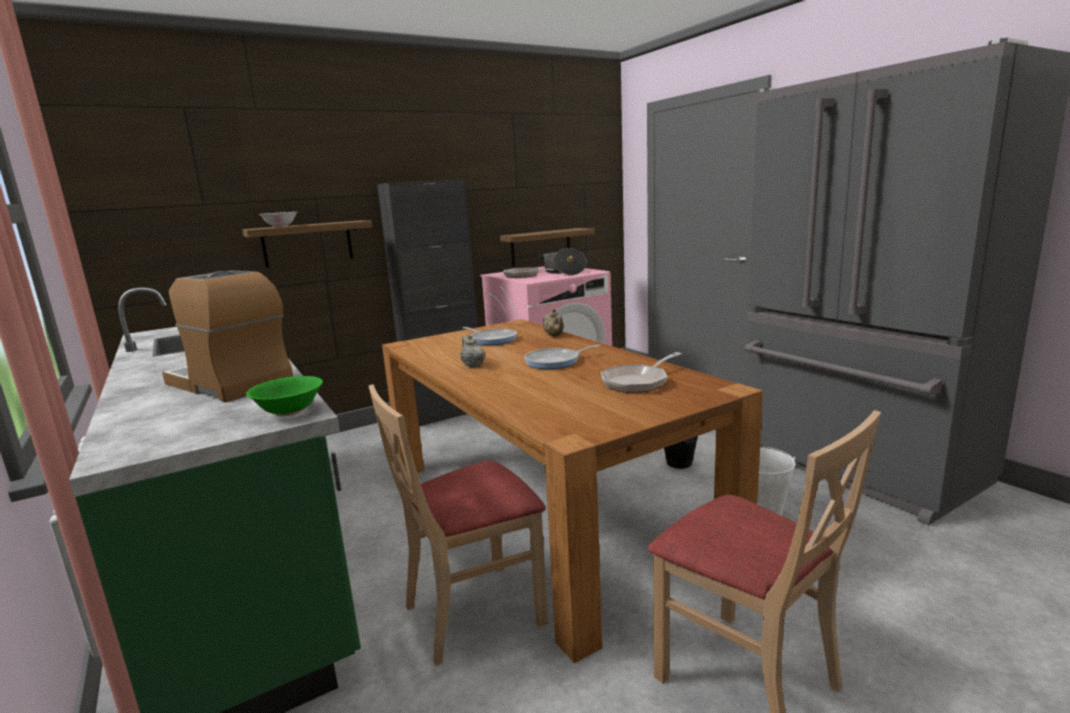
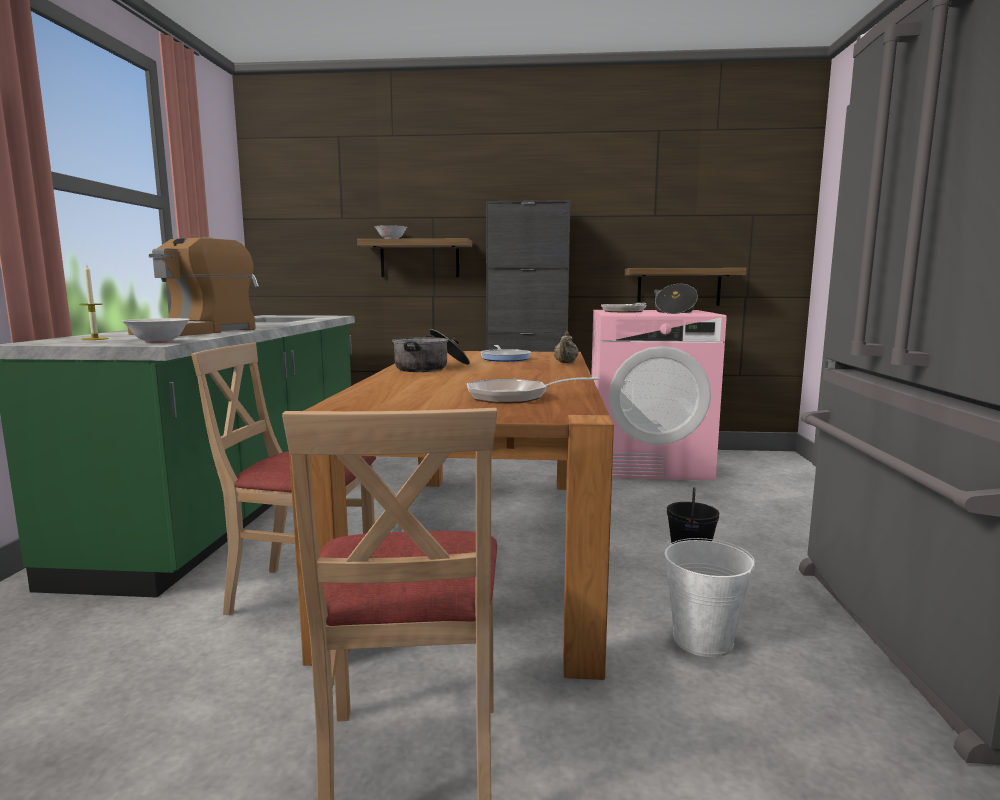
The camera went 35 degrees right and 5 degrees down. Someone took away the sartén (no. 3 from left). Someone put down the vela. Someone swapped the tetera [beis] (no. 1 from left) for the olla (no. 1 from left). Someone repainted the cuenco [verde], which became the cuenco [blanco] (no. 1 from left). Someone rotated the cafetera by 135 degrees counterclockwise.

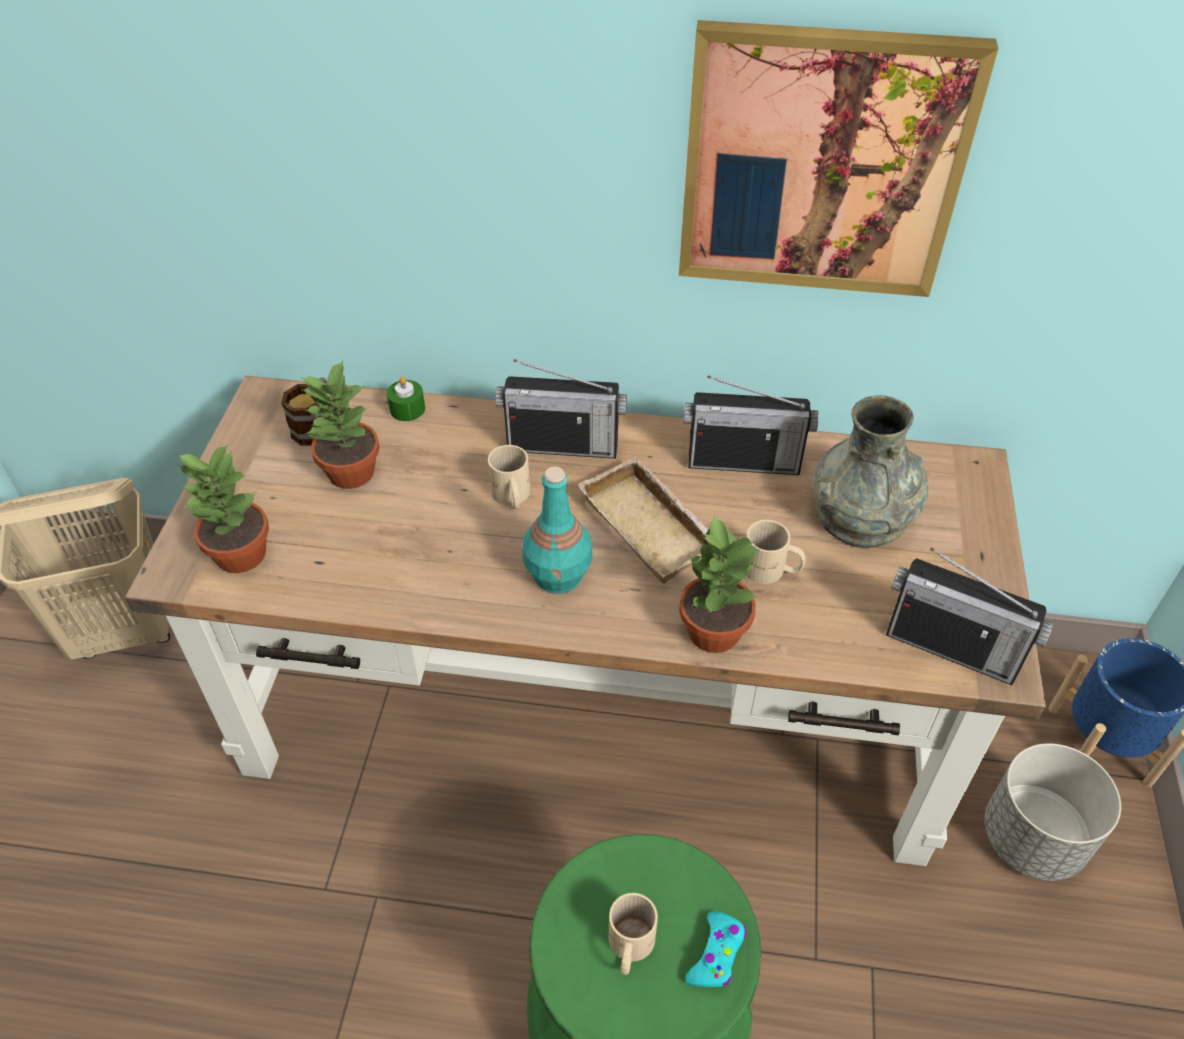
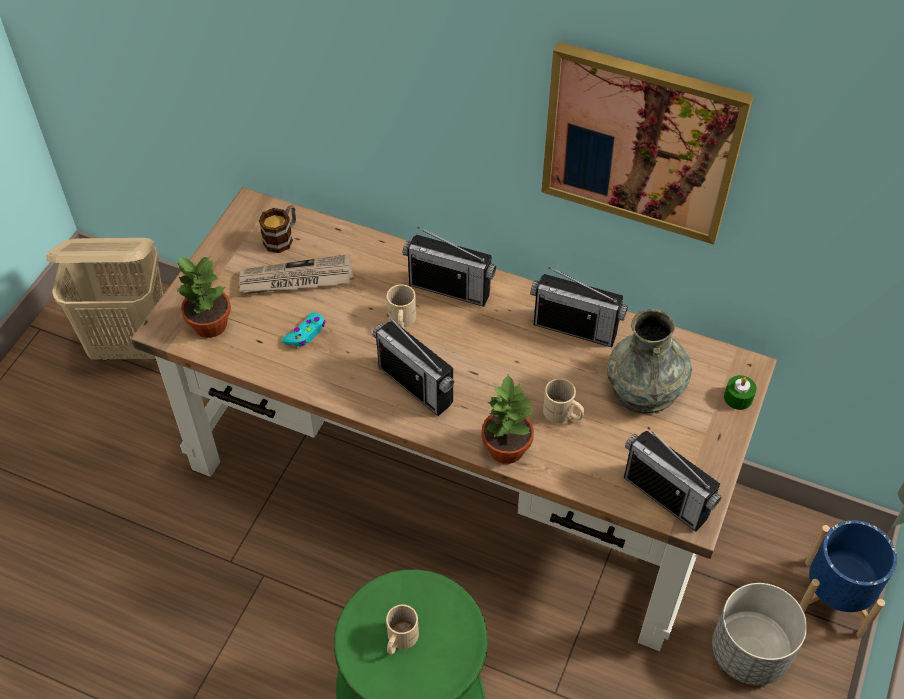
The camera went 15 degrees right and 5 degrees up. Someone took away the bandeja [beis]. Someone carried the vela [verde]. Someone carried the mando de consola [turquesa]. Someone swapped the planta en maceta (no. 2 from left) for the periódico. Someone swapped the botella [turquesa] for the radio (no. 1 from left).

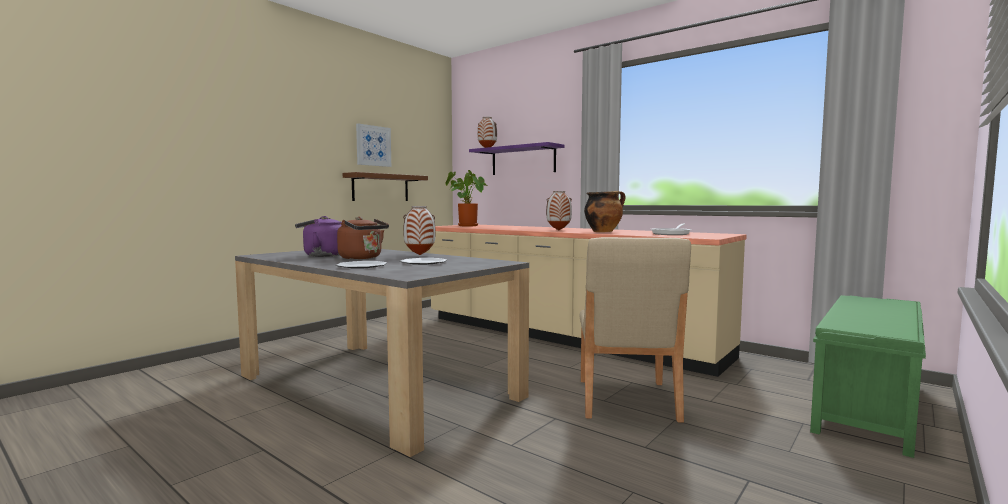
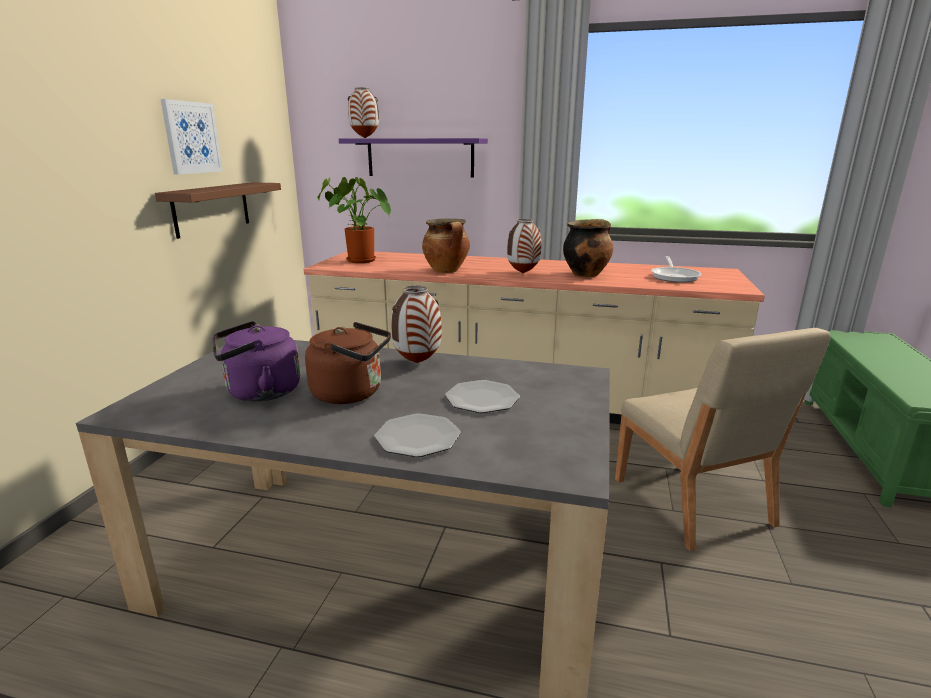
The camera went 25 degrees left and 15 degrees up. Someone put down the olla (no. 1 from left).

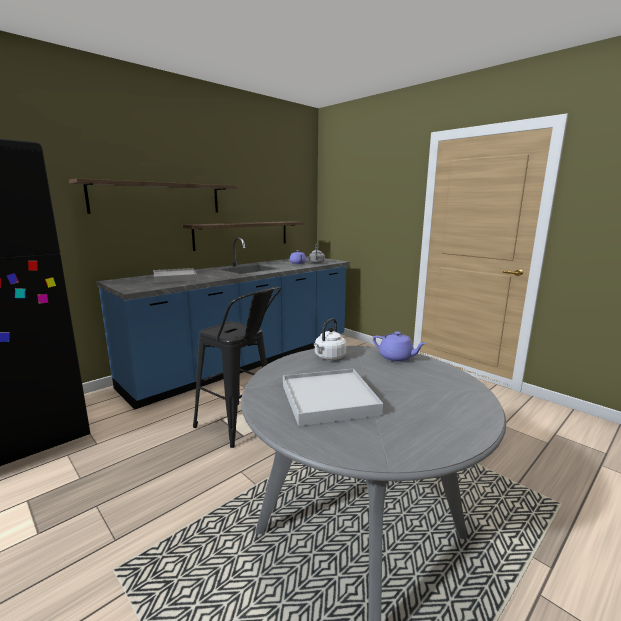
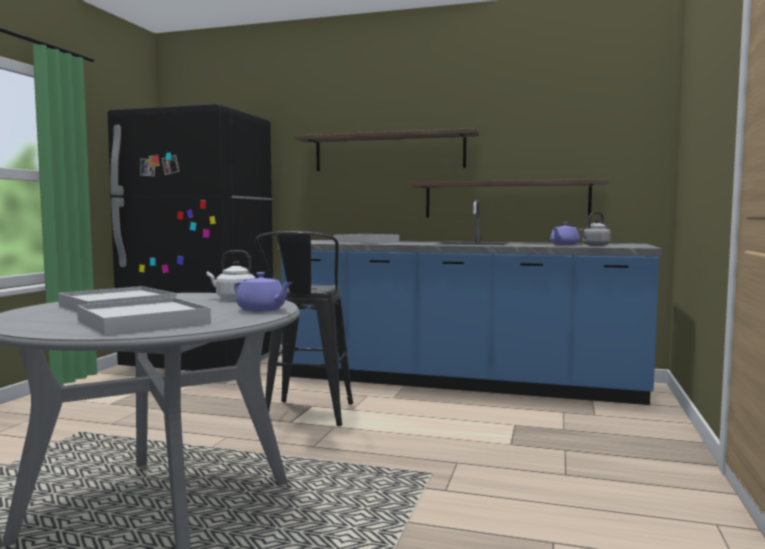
The camera went 60 degrees right and 10 degrees down. Someone put down the bandeja [blanco] (no. 2 from left). Someone rotated the tetera [morado] (no. 2 from left in the first image) by 60 degrees counterclockwise.

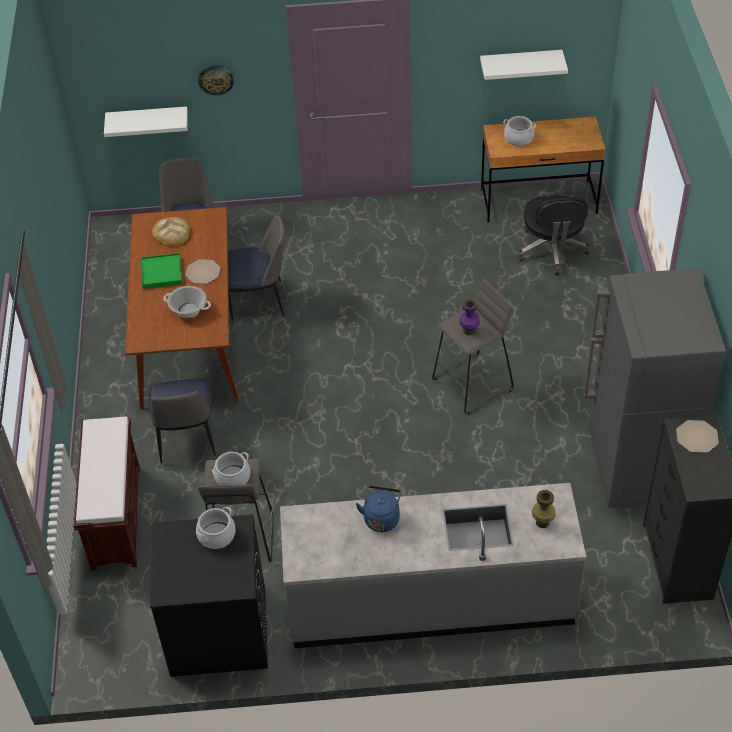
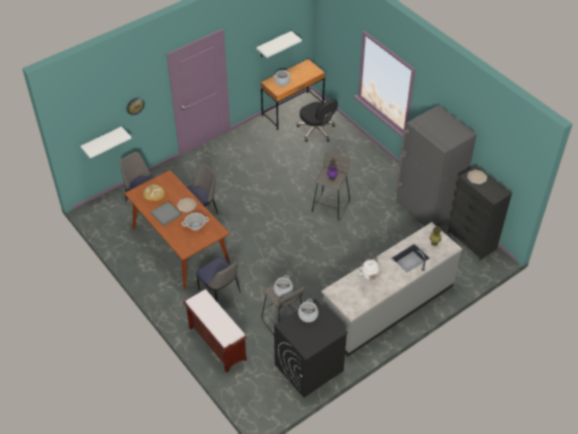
The camera went 35 degrees left and 0 degrees up. Someone repainted the bandeja [verde], which became the bandeja [gris]. Someone repainted the hervidor [azul], which became the hervidor [blanco].

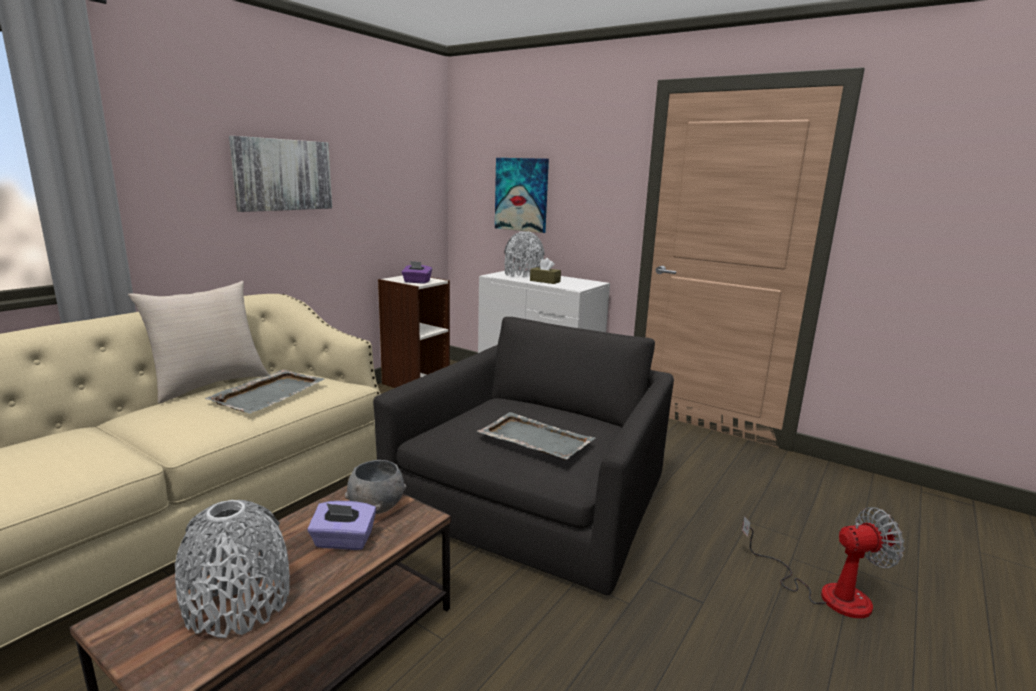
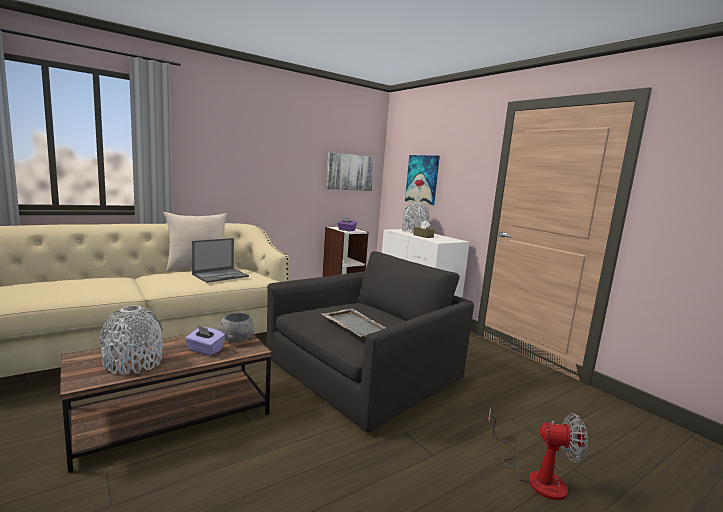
The camera went 20 degrees right and 5 degrees down. Someone carried the cuadro (no. 1 from left). Someone swapped the bandeja [gris] (no. 1 from left) for the portátil.

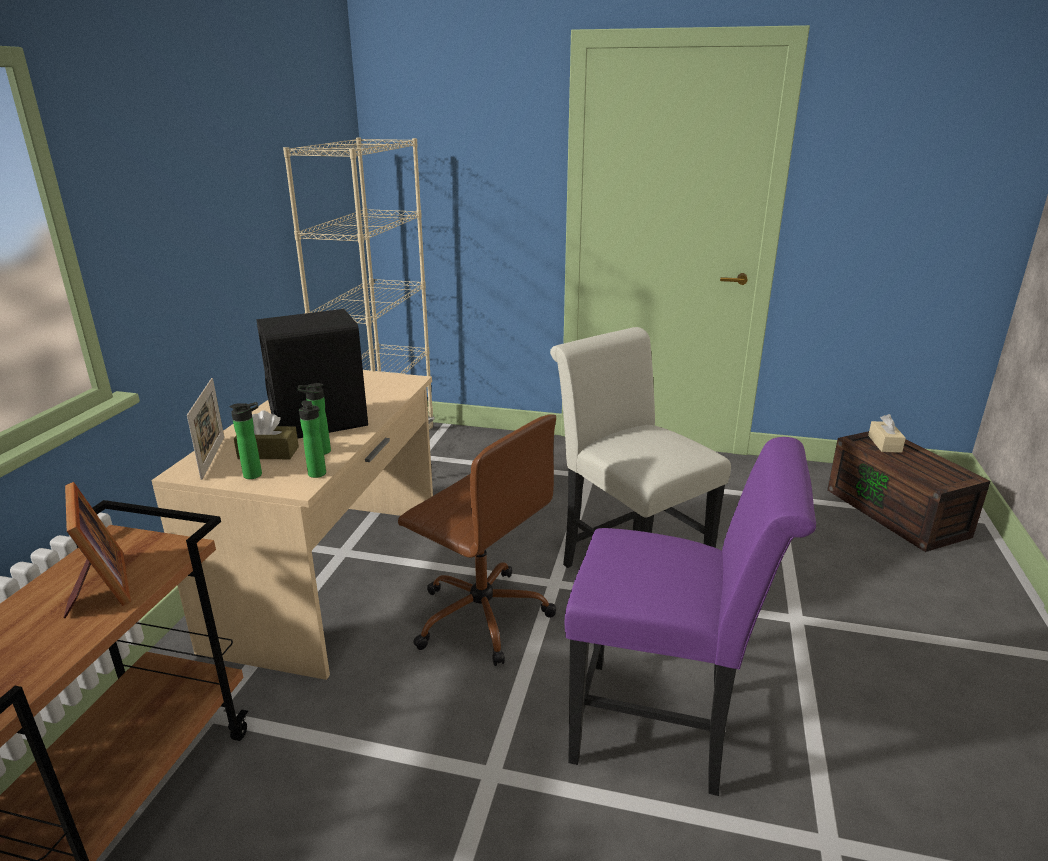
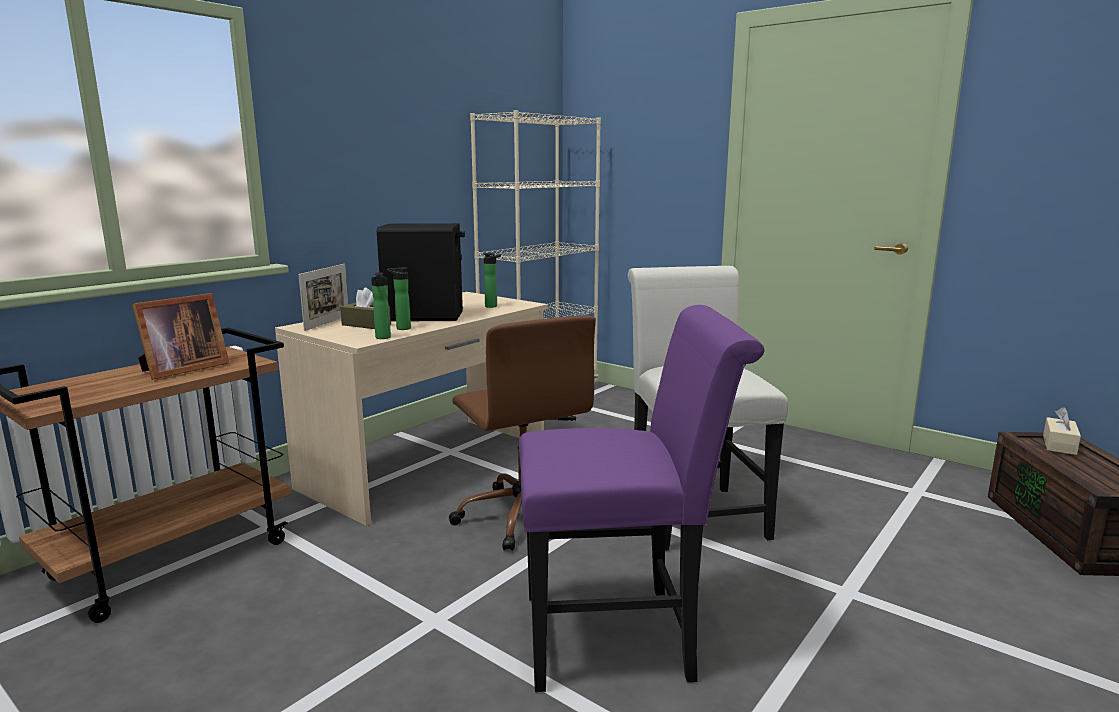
The camera went 25 degrees right and 10 degrees down. Someone carried the botella (no. 1 from left in the first image). Someone rotated the portarretratos (no. 1 from left) by 45 degrees clockwise. Someone rotated the silla [morado] by 45 degrees counterclockwise.

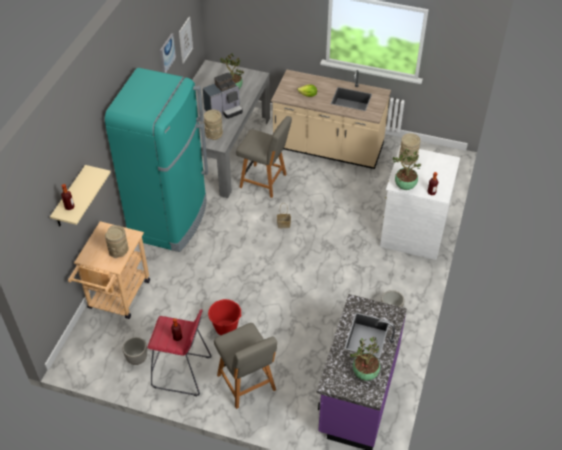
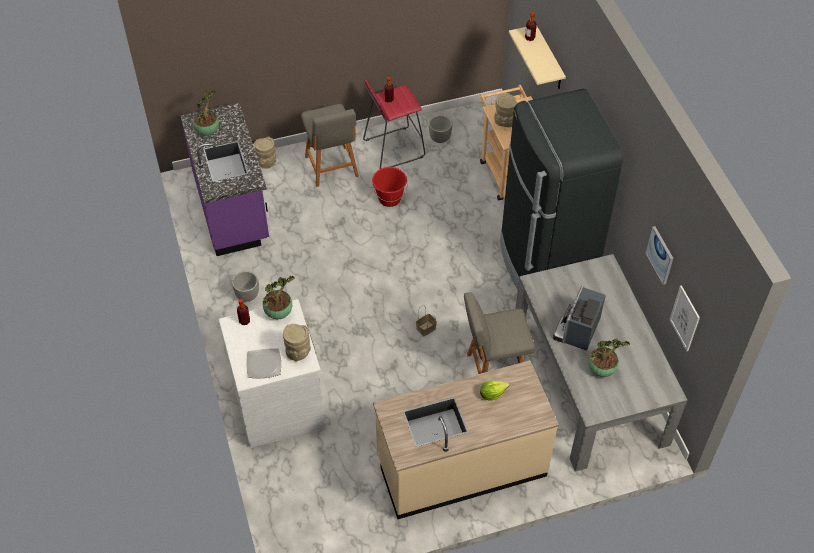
The camera went 145 degrees right and 5 degrees up. Someone put down the plato. Someone carried the florero [beis] (no. 2 from left in the first image). Someone repainted the nevera [turquesa], which became the nevera [negro]. Someone rotated the silla [gris] (no. 1 from left) by 135 degrees counterclockwise.

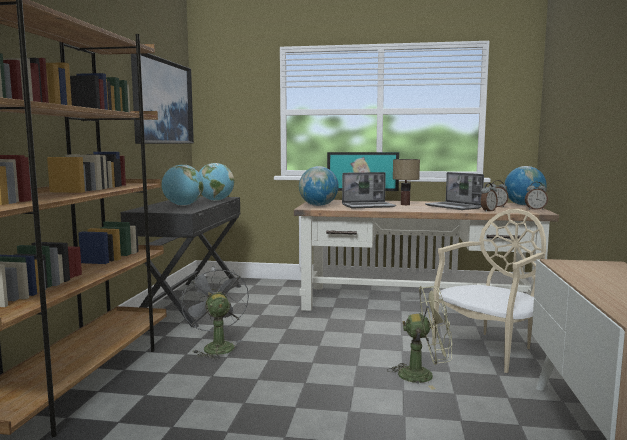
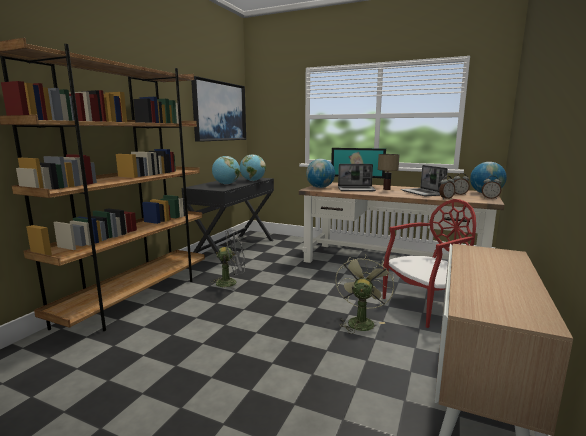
The camera went 15 degrees right and 5 degrees up. Someone repainted the silla [beis], which became the silla [rojo]. Someone rotated the ventilador [gris] by 90 degrees clockwise. Someone rotated the ventilador [verde] by 90 degrees counterclockwise.

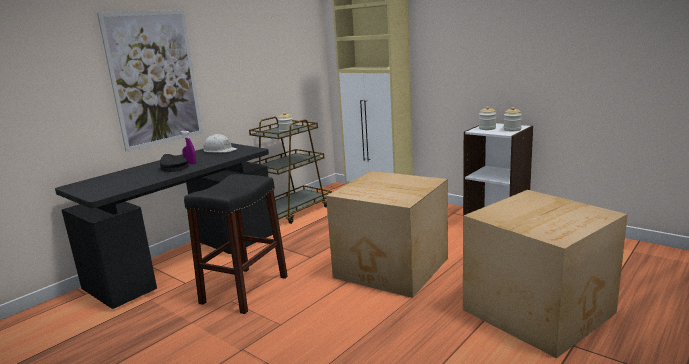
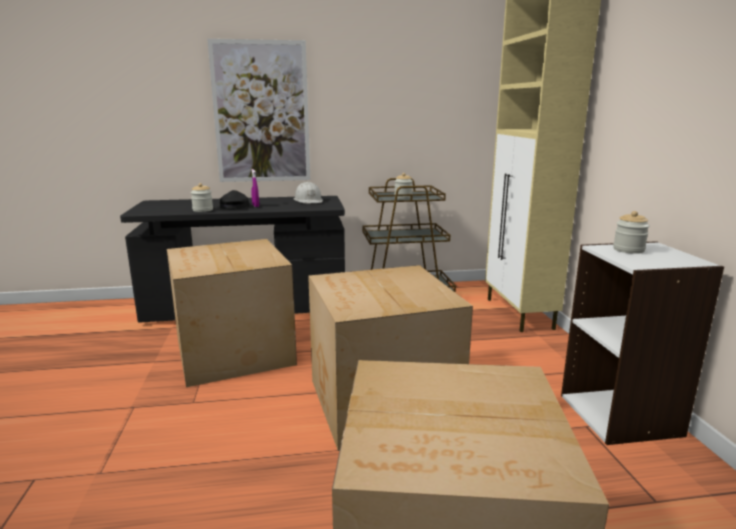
The camera went 40 degrees right and 0 degrees up. Someone carried the tarro (no. 3 from left in the first image). Someone swapped the taburete [negro] for the caja de cartón (no. 1 from left).

